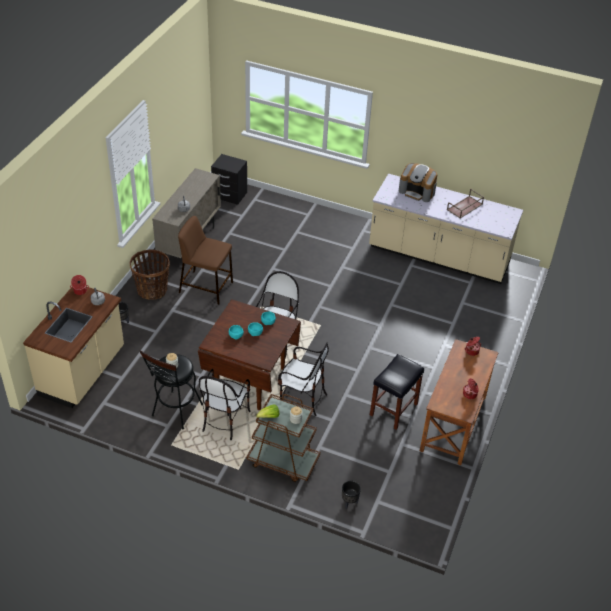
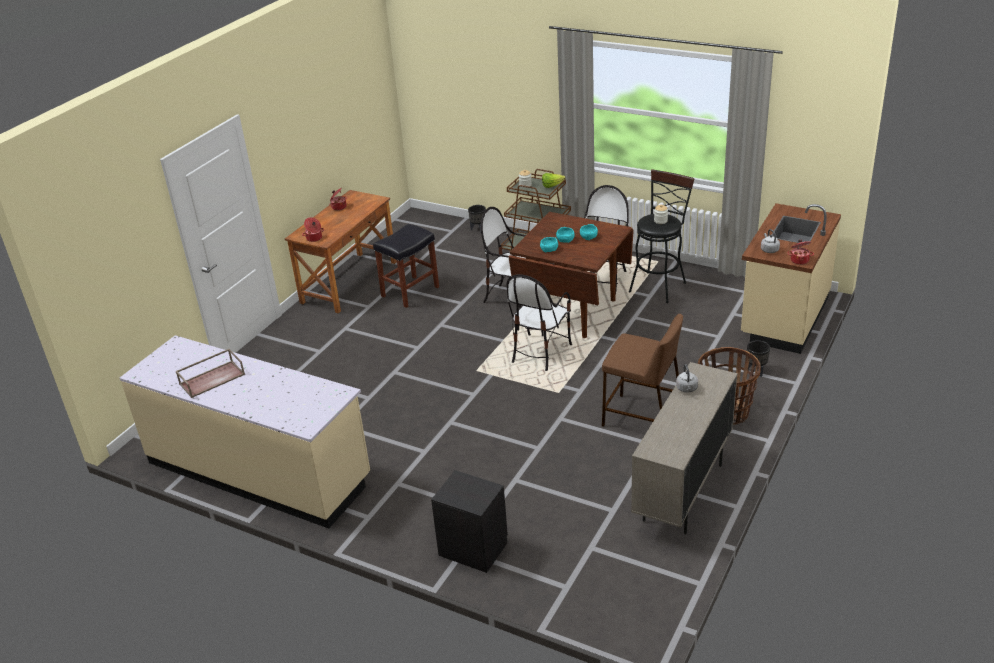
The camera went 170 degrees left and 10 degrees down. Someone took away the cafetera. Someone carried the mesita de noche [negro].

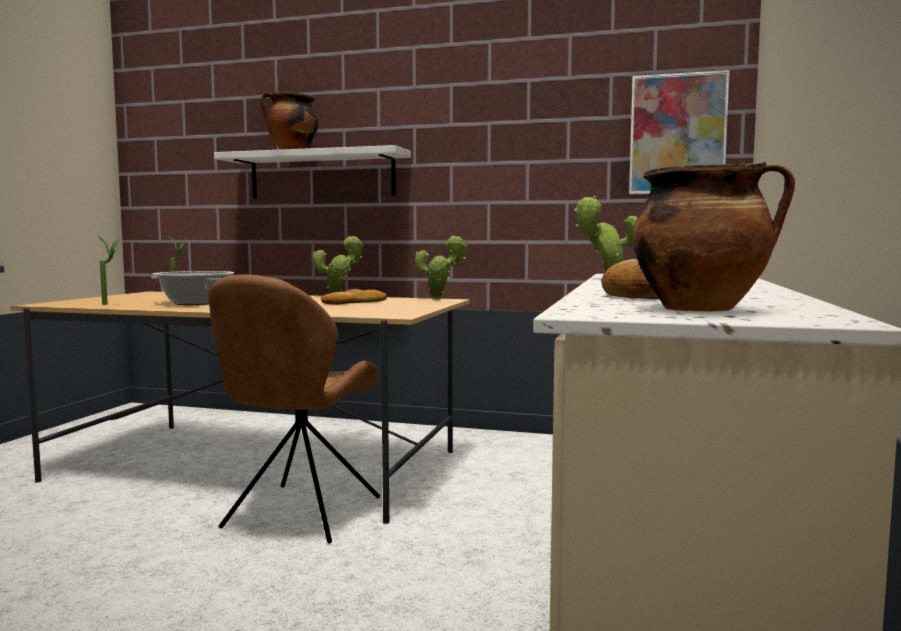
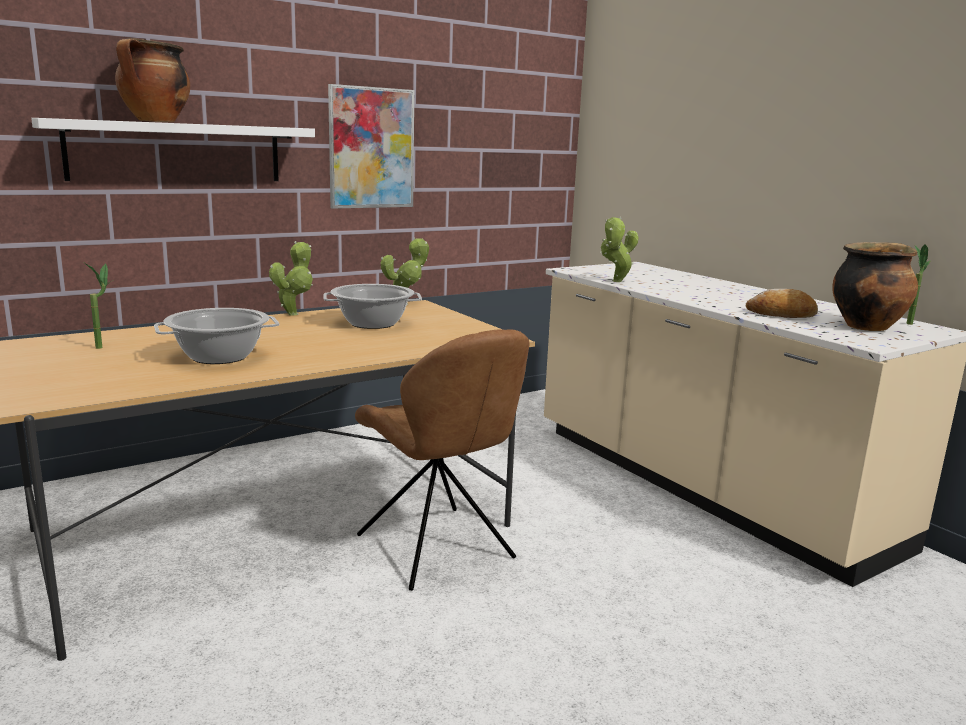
The camera went 50 degrees left and 10 degrees up. Someone carried the planta en maceta (no. 1 from left in the first image). Someone carried the cuadro. Someone swapped the pan (no. 1 from left) for the olla (no. 3 from left).

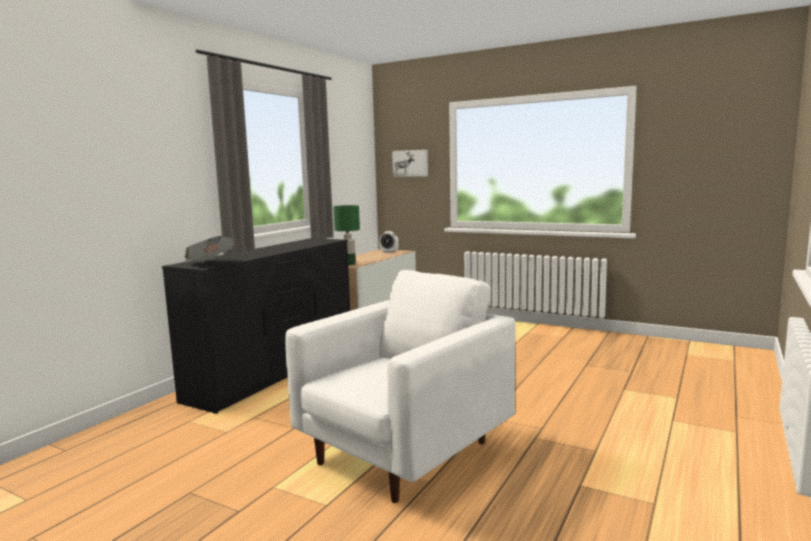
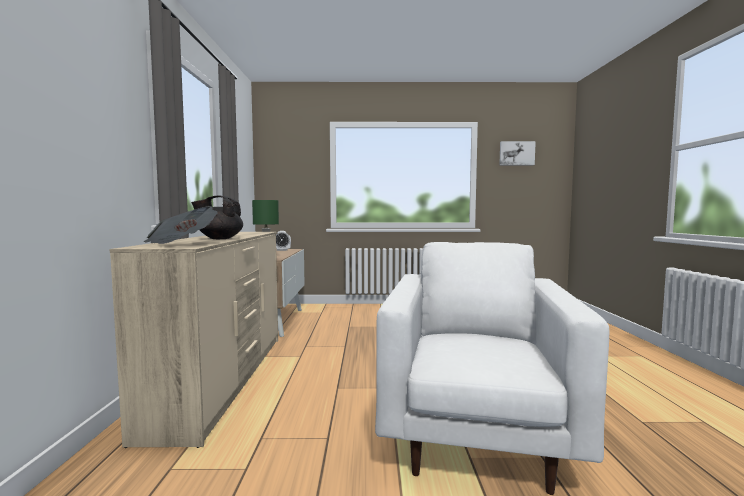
The camera went 30 degrees left and 5 degrees down. Someone put down the tetera [negro]. Someone carried the cuadro. Someone repainted the cómoda [negro], which became the cómoda [beis].

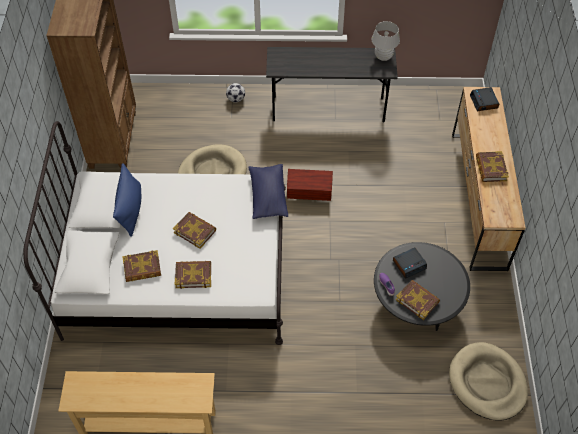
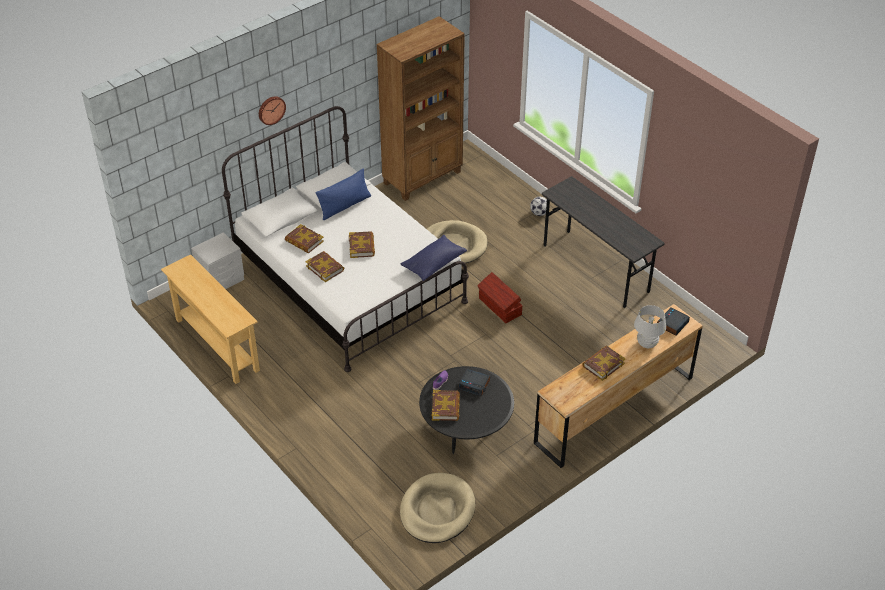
The camera went 50 degrees right and 10 degrees down. Someone put down the mesita de noche [gris]. Someone put up the reloj de pared. Someone carried the lámpara de mesa [blanco].

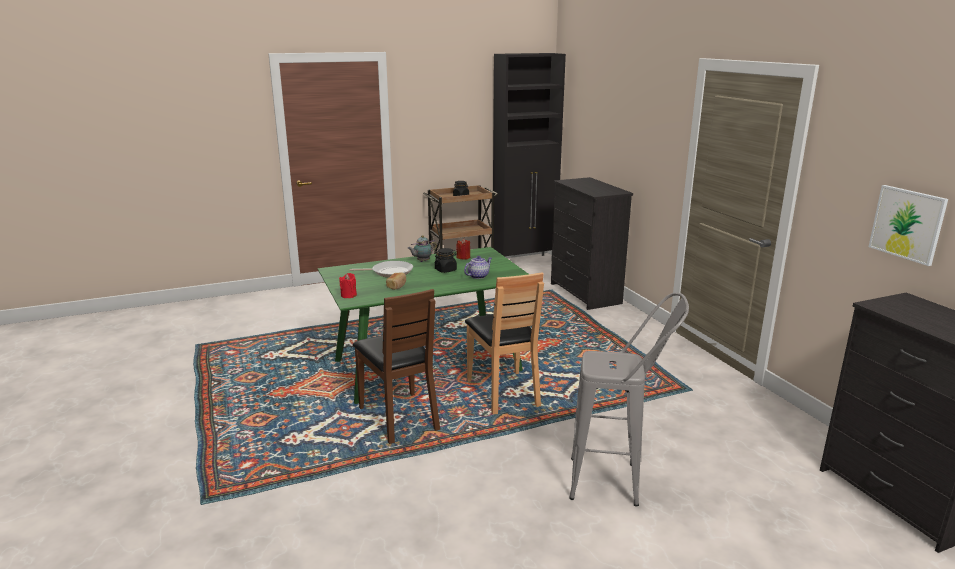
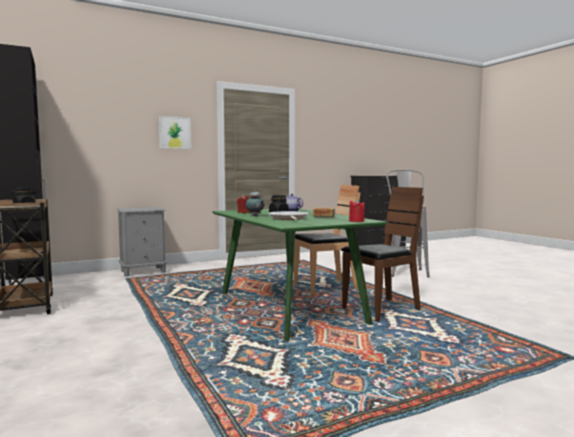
The camera went 95 degrees left and 15 degrees down. Someone carried the cuadro. Someone swapped the cómoda [negro] (no. 1 from left) for the mesita de noche [gris].

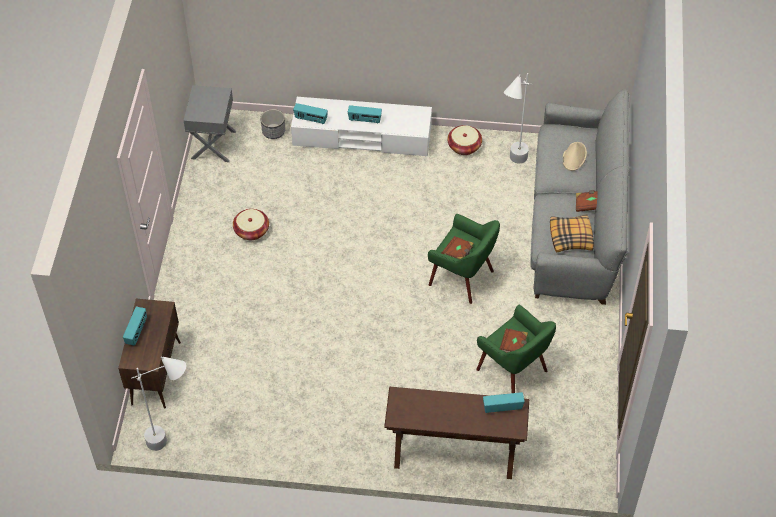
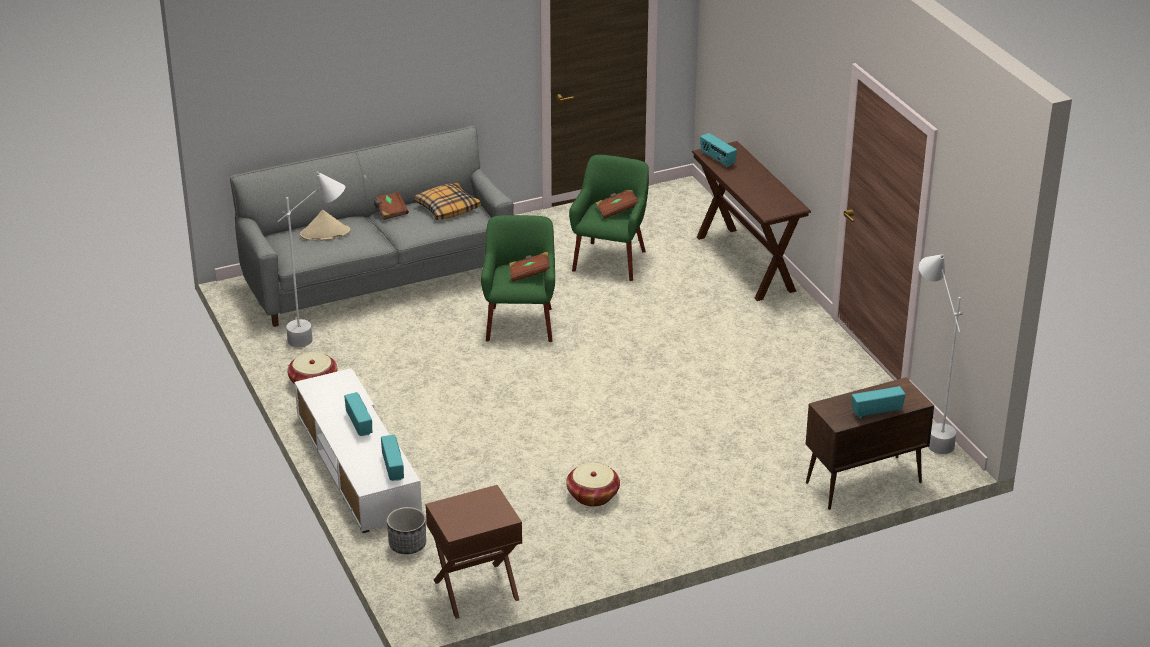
The camera went 120 degrees left and 20 degrees down. Someone repainted the mesita de noche [gris], which became the mesita de noche [marrón].

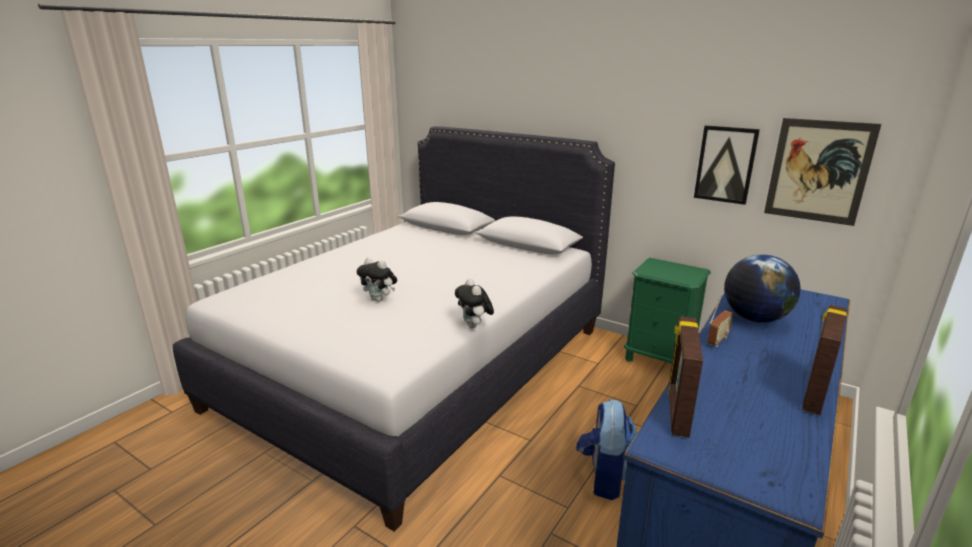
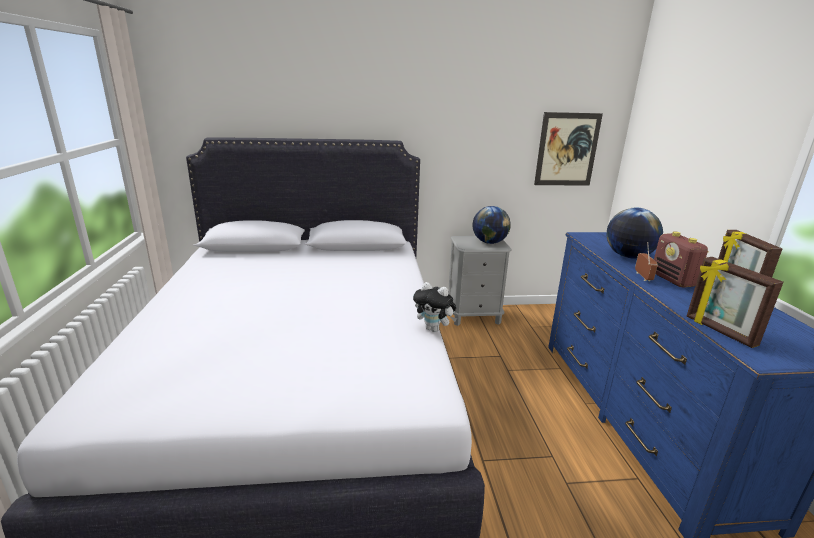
The camera went 40 degrees left and 0 degrees up. Someone took away the peluche (no. 1 from left). Someone took away the mochila. Someone took away the cuadro (no. 1 from left). Someone put down the globo terráqueo (no. 1 from left). Someone put down the radio (no. 2 from left). Someone repainted the mesita de noche [verde], which became the mesita de noche [gris].

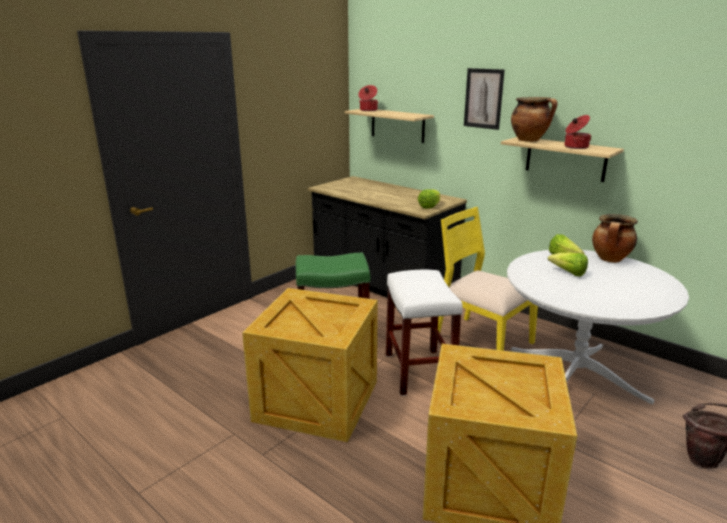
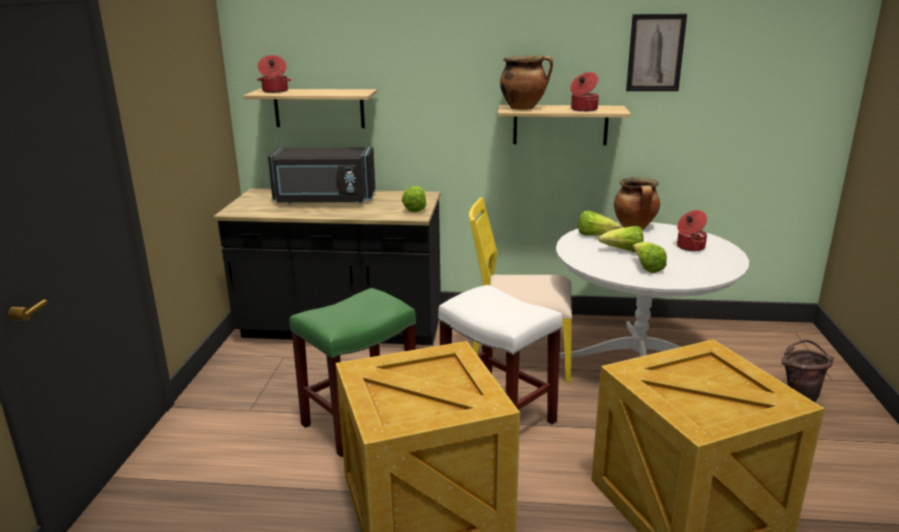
The camera went 35 degrees left and 0 degrees up. Someone put down the microondas [negro]. Someone put down the lechuga (no. 4 from left). Someone put down the olla (no. 5 from left). Someone carried the cuadro.

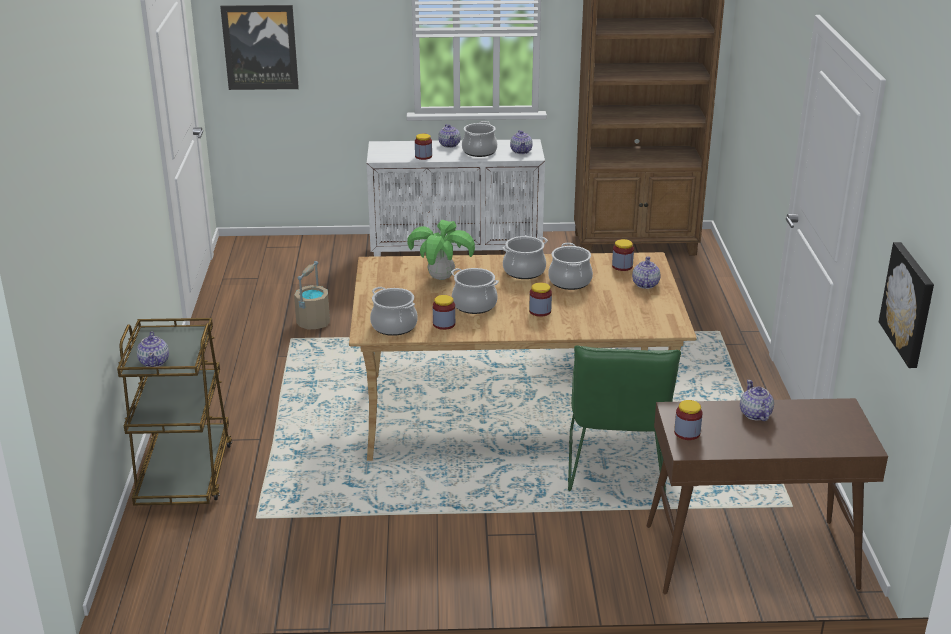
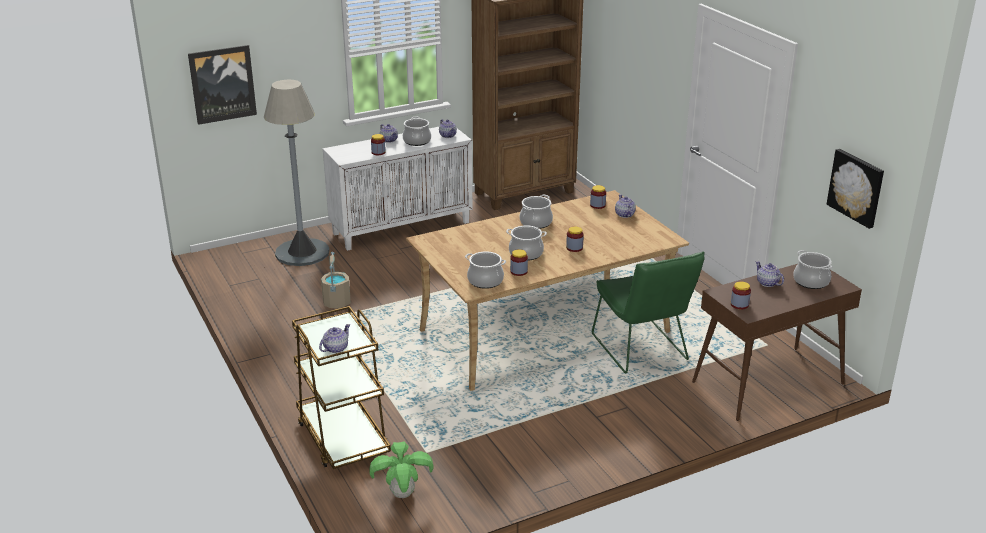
The camera went 25 degrees left and 0 degrees up. Someone put down the lámpara de pie [gris]. Someone carried the planta en maceta. Someone carried the olla (no. 5 from left). Someone rotated the tetera (no. 1 from left) by 105 degrees counterclockwise.

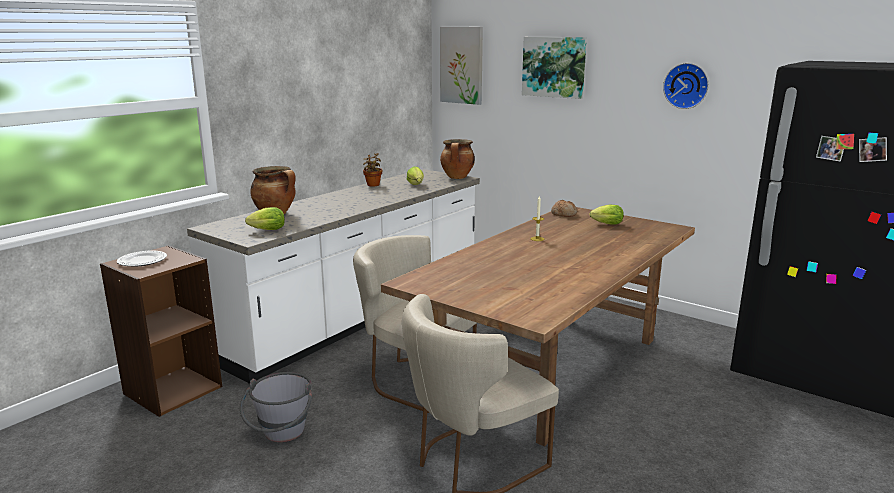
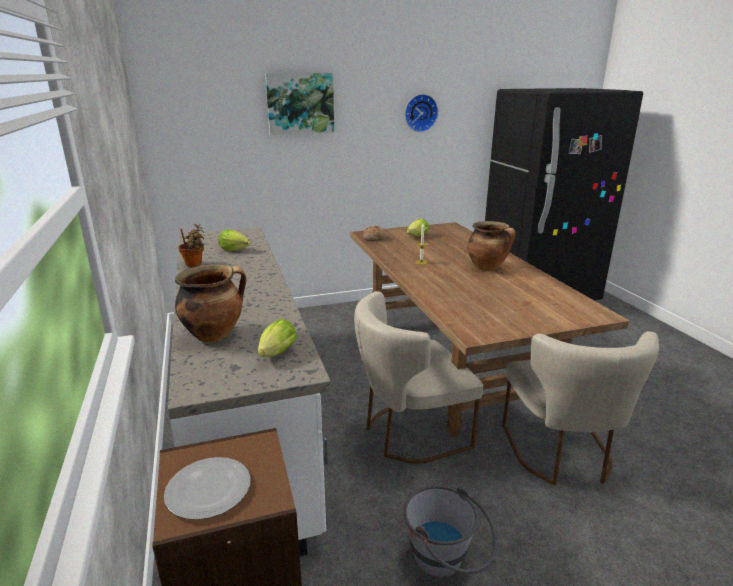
The camera went 55 degrees left and 5 degrees up. Someone took away the cuadro (no. 1 from left). Someone carried the olla (no. 2 from left).

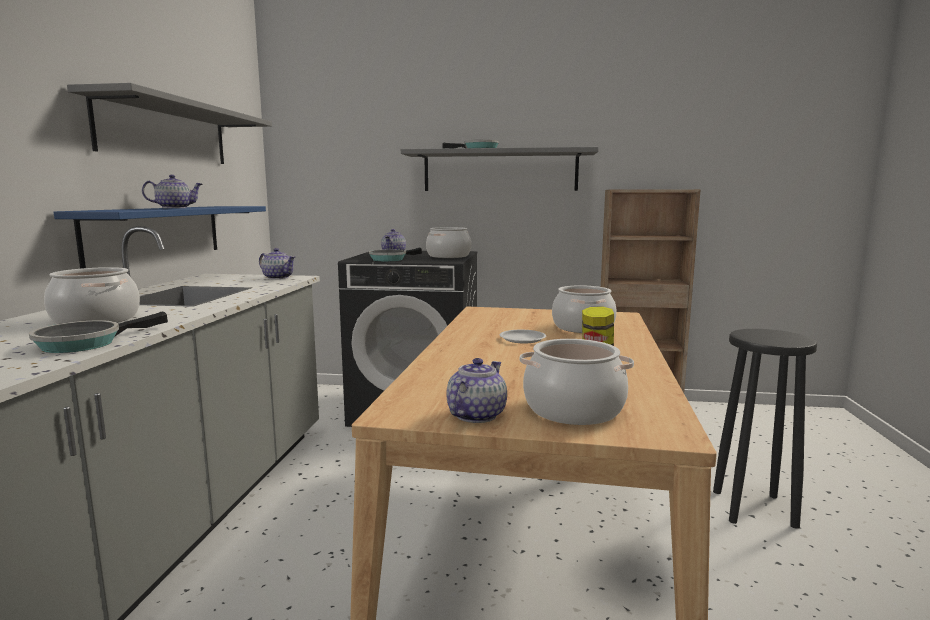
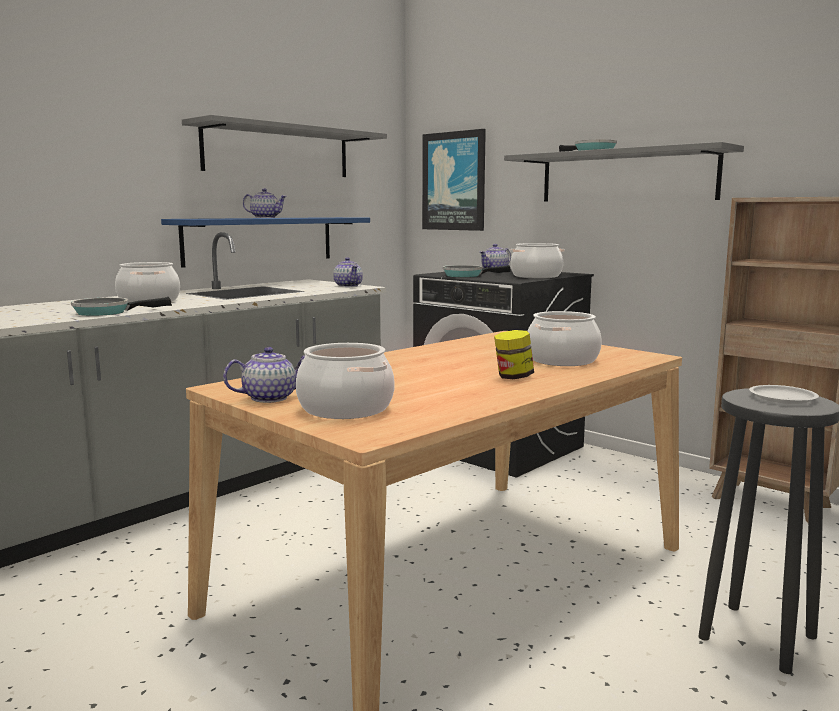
The camera went 35 degrees right and 0 degrees up. Someone put up the cuadro. Someone carried the plato [blanco].

